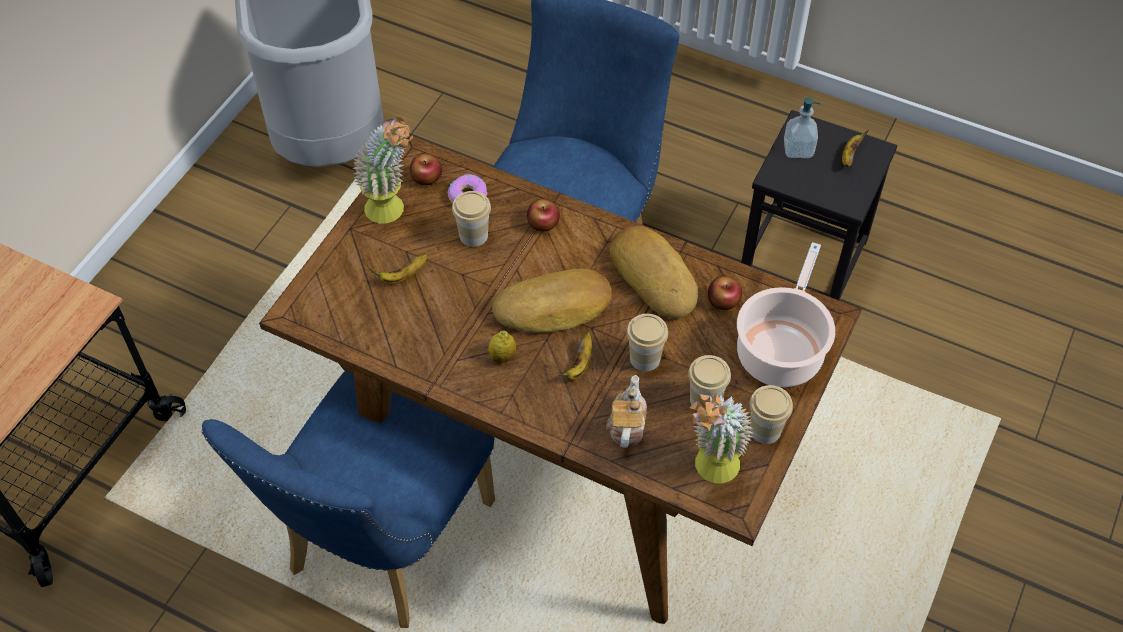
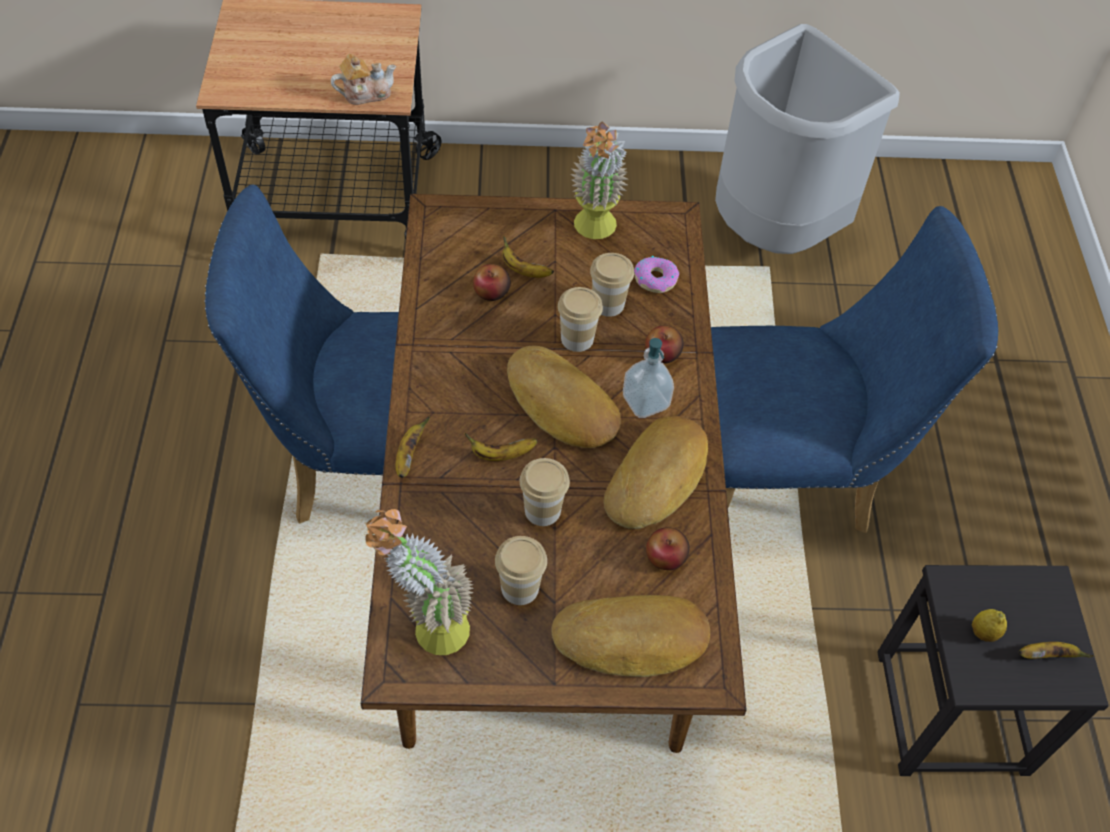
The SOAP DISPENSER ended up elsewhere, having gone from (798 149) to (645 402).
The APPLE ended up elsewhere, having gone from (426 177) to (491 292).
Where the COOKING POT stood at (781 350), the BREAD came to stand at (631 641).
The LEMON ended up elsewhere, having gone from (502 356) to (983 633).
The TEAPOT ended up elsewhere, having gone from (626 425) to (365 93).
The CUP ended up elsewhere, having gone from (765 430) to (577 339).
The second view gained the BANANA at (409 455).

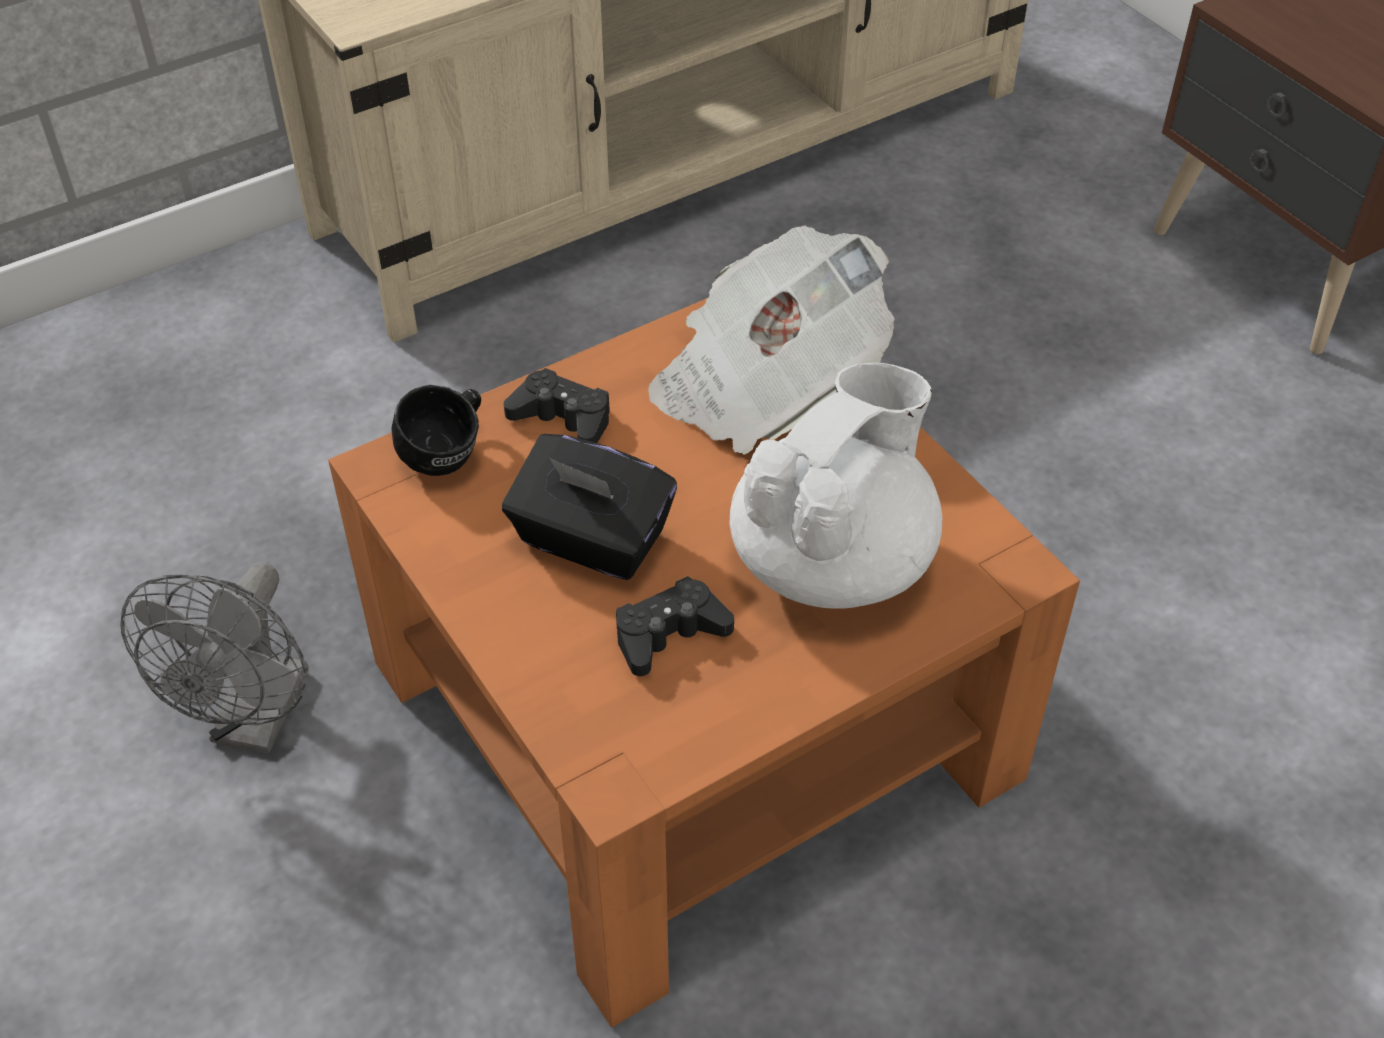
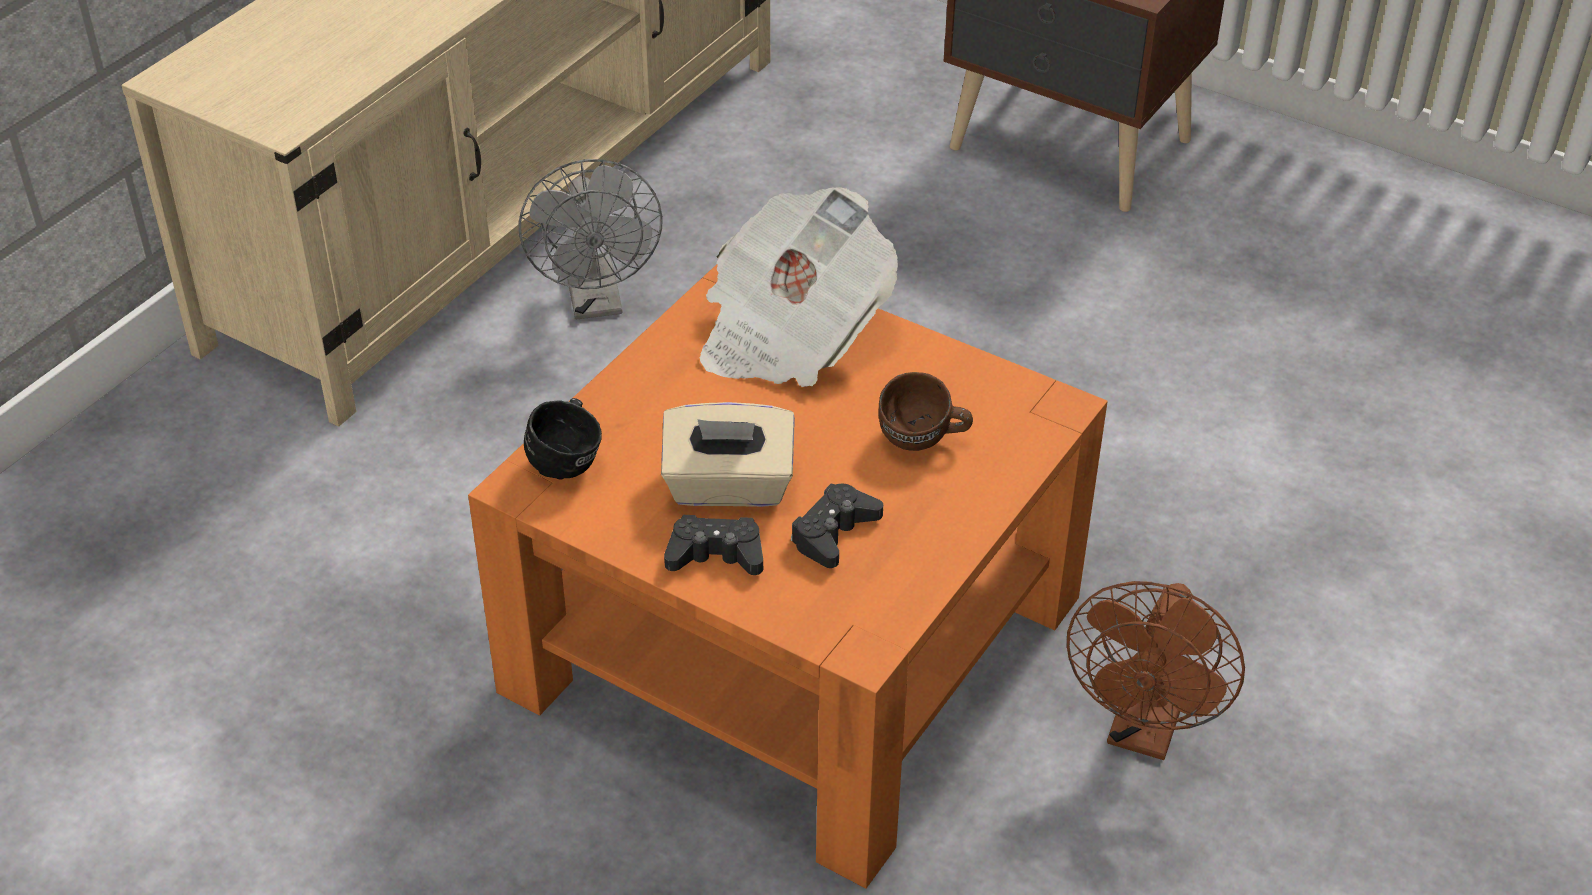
Where the WHITE TEAPOT stood at (833 560), the BROWN MUG came to stand at (923 442).
The BLACK GAME CONTROLLER ended up elsewhere, having gone from (563 418) to (716 555).
What was the BLACK TISSUE BOX at (591 540) turned into the BEIGE TISSUE BOX at (728 486).
The GREY FAN ended up elsewhere, having gone from (255 722) to (597 302).
The second view gained the BROWN FAN at (1144 731).

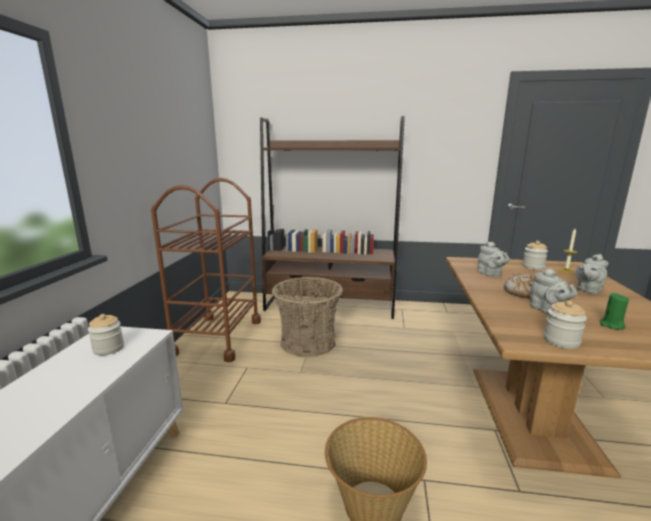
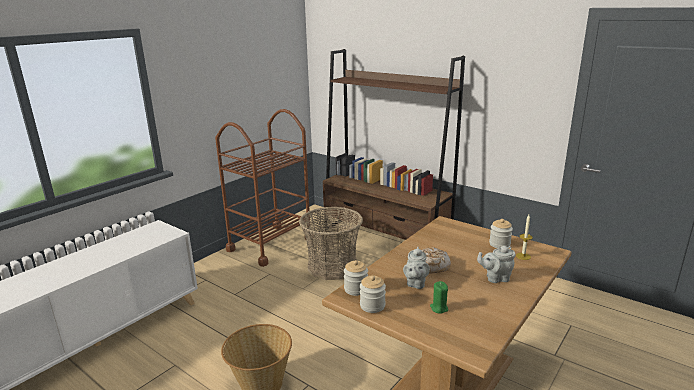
The second view lost the GREY TEAPOT at (490 274).
The JAR ended up elsewhere, having gone from (108 348) to (356 289).

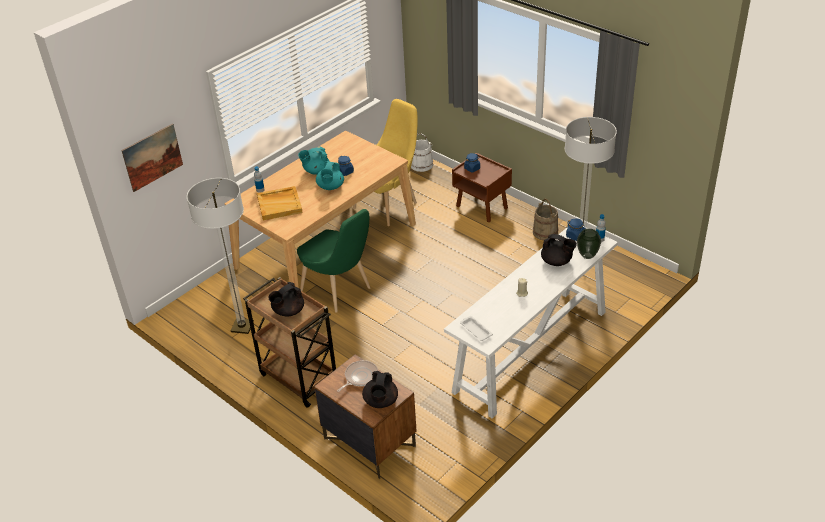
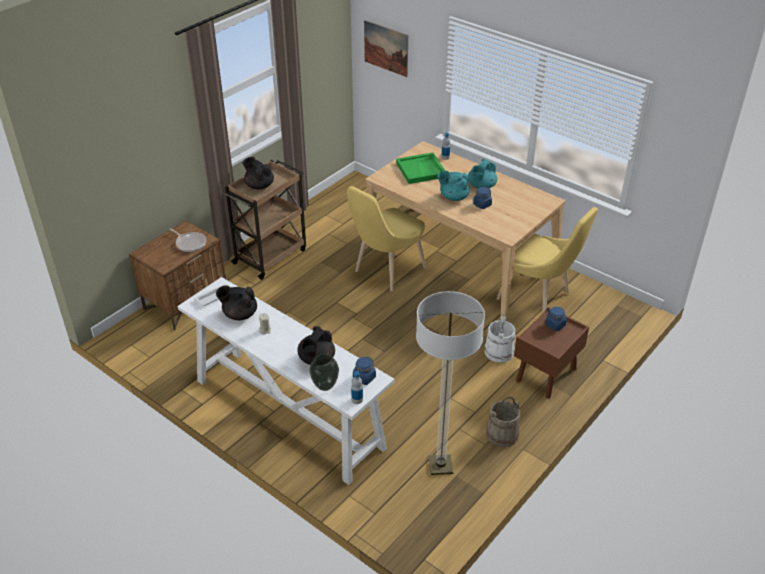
The WHITE BUCKET ended up elsewhere, having gone from (421 165) to (499 352).
The TURQUOISE TEAPOT at (316 171) ended up facing another way, 120 degrees counterclockwise from before.
The second view lost the FLOOR LAMP at (242 327).
What was the BEIGE TRAY at (280 204) turned into the GREEN TRAY at (421 170).
What was the GREEN CHAIR at (339 291) turned into the YELLOW CHAIR at (386 271).
The BLACK TEAPOT ended up elsewhere, having gone from (381 401) to (239 314).

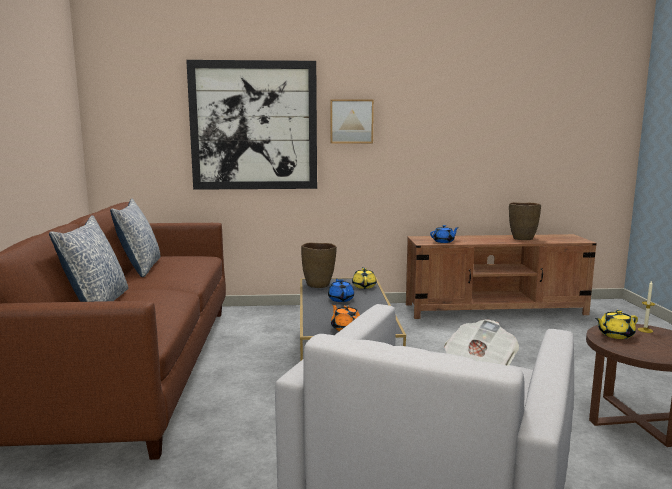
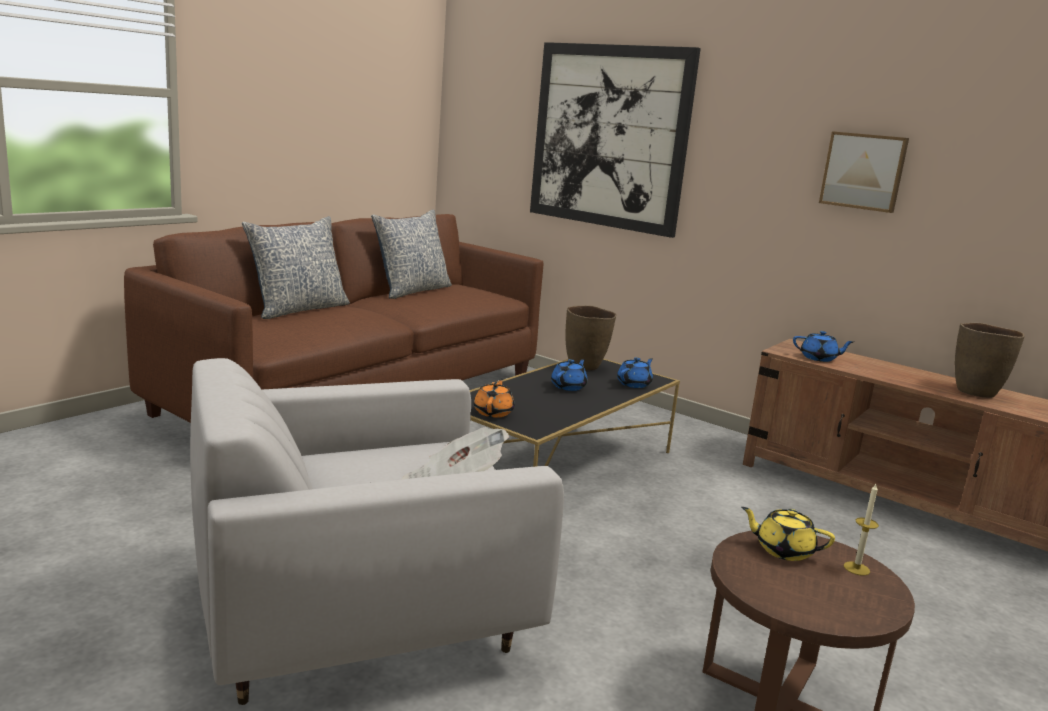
The PICTURE ended up elsewhere, having gone from (351 121) to (863 171).
What was the YELLOW TEAPOT at (364 286) turned into the BLUE TEAPOT at (634 384).

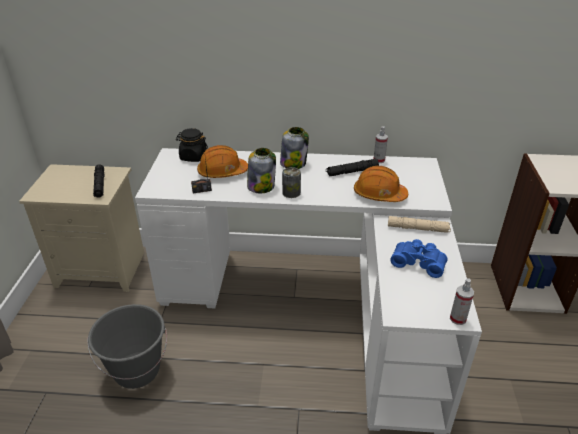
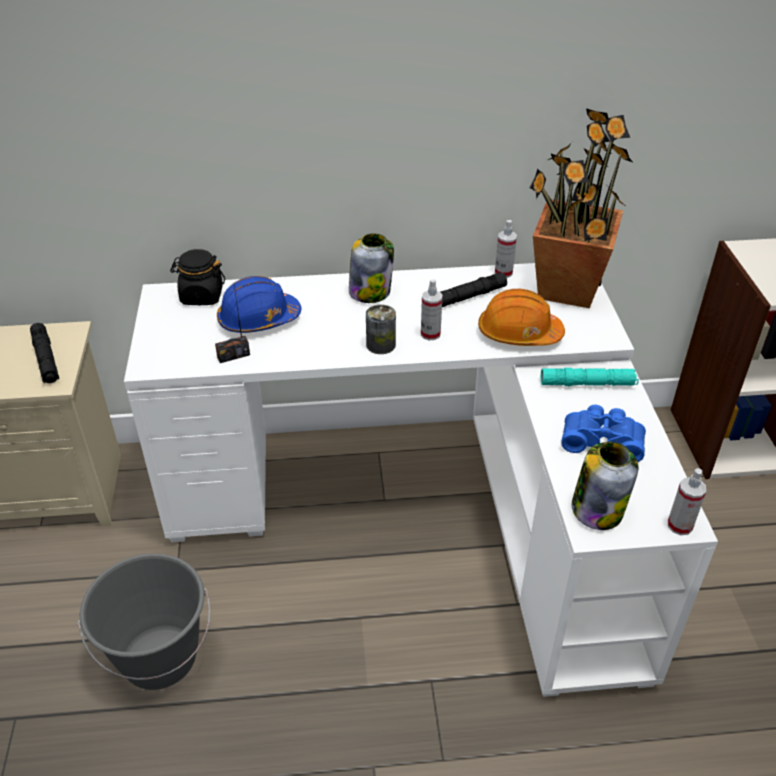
What was the ORANGE HARD HAT at (222 172) turned into the BLUE HARD HAT at (258 320).
The JAR ended up elsewhere, having gone from (261 186) to (597 509).
What was the BEIGE FLASHLIGHT at (418 228) turned into the TURQUOISE FLASHLIGHT at (587 383).
The second view gained the POTTED PLANT at (566 289).
The second view gained the SPRAY BOTTLE at (430 334).

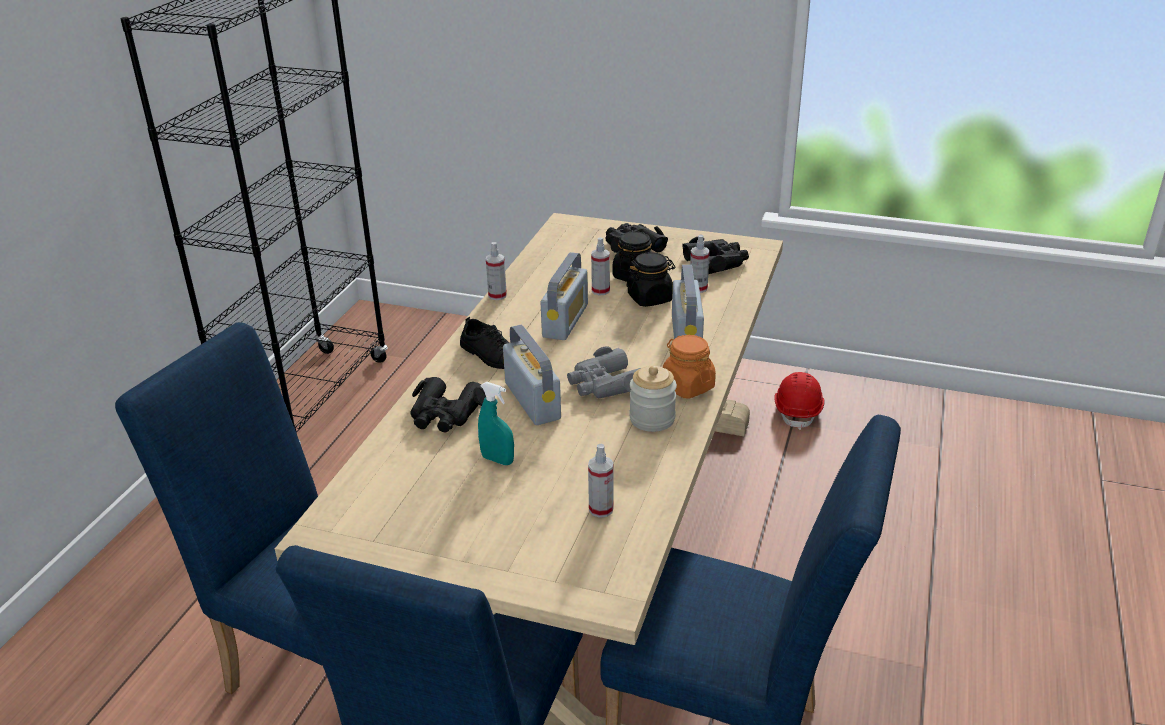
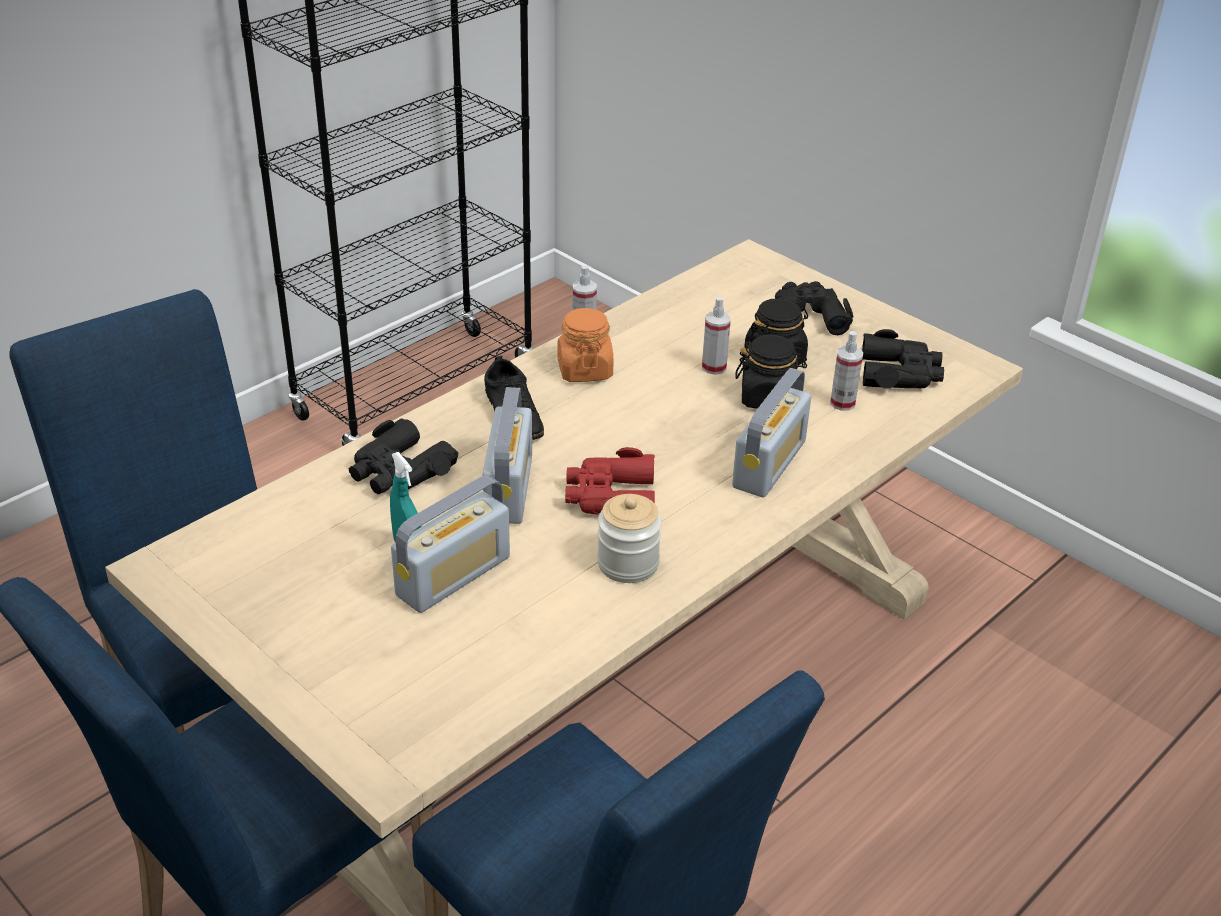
The RADIO ended up elsewhere, having gone from (565 321) to (453 576).
The ORANGE JAR ended up elsewhere, having gone from (687 386) to (584 370).
What was the GREY BINOCULARS at (605 384) turned into the RED BINOCULARS at (611 497).
The second view lost the RED HARD HAT at (798 410).
The second view lost the SPRAY BOTTLE at (601 509).

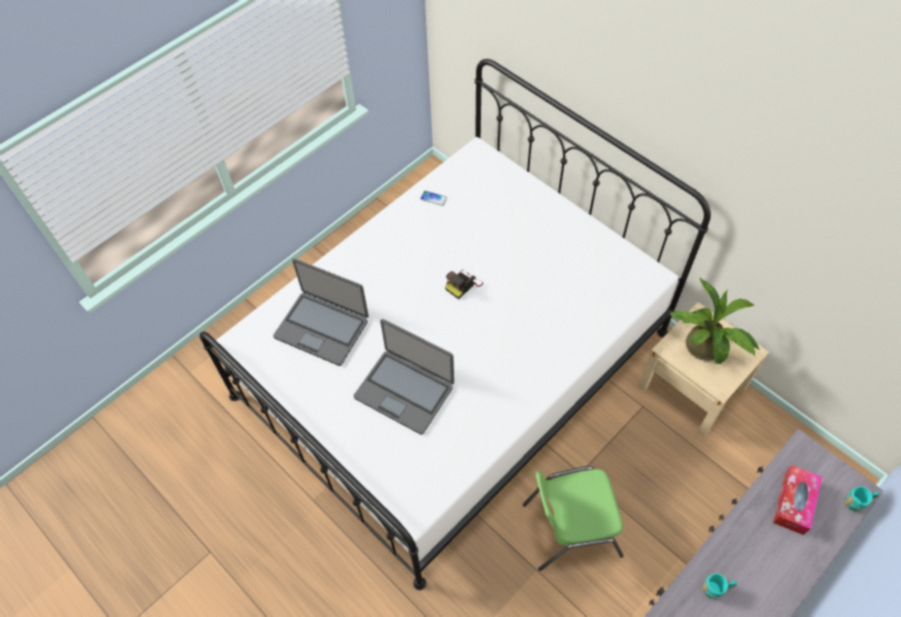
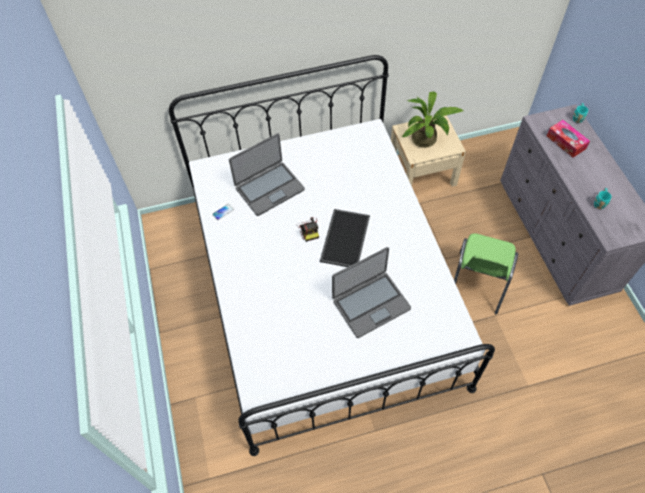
The LAPTOP ended up elsewhere, having gone from (322 328) to (269 188).
The second view gained the TRAY at (344 238).

